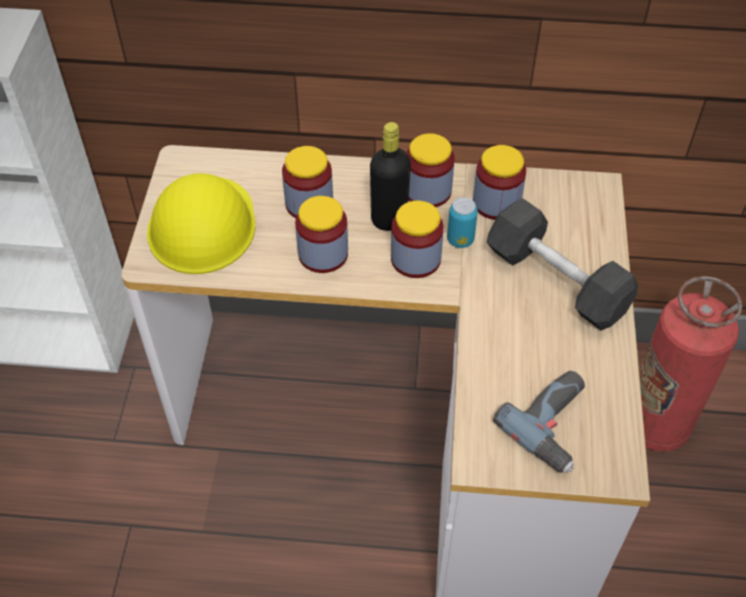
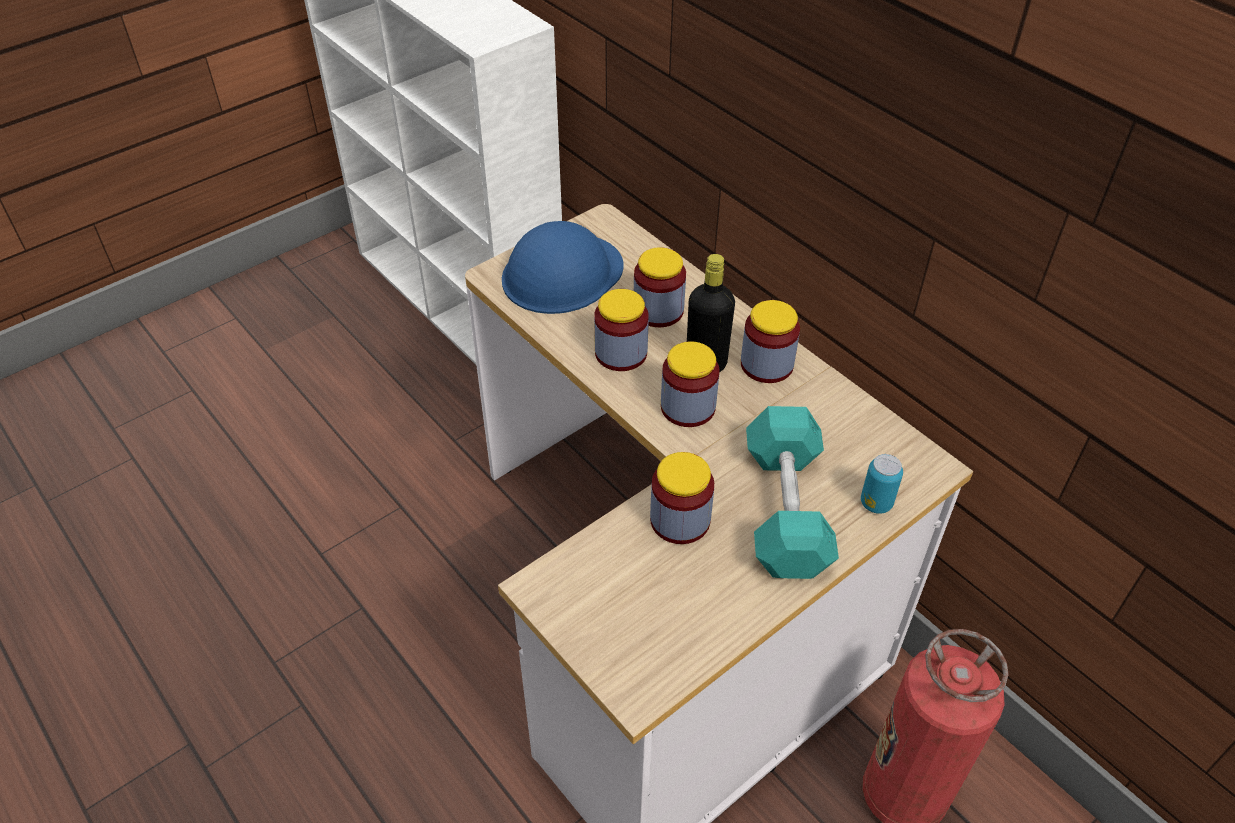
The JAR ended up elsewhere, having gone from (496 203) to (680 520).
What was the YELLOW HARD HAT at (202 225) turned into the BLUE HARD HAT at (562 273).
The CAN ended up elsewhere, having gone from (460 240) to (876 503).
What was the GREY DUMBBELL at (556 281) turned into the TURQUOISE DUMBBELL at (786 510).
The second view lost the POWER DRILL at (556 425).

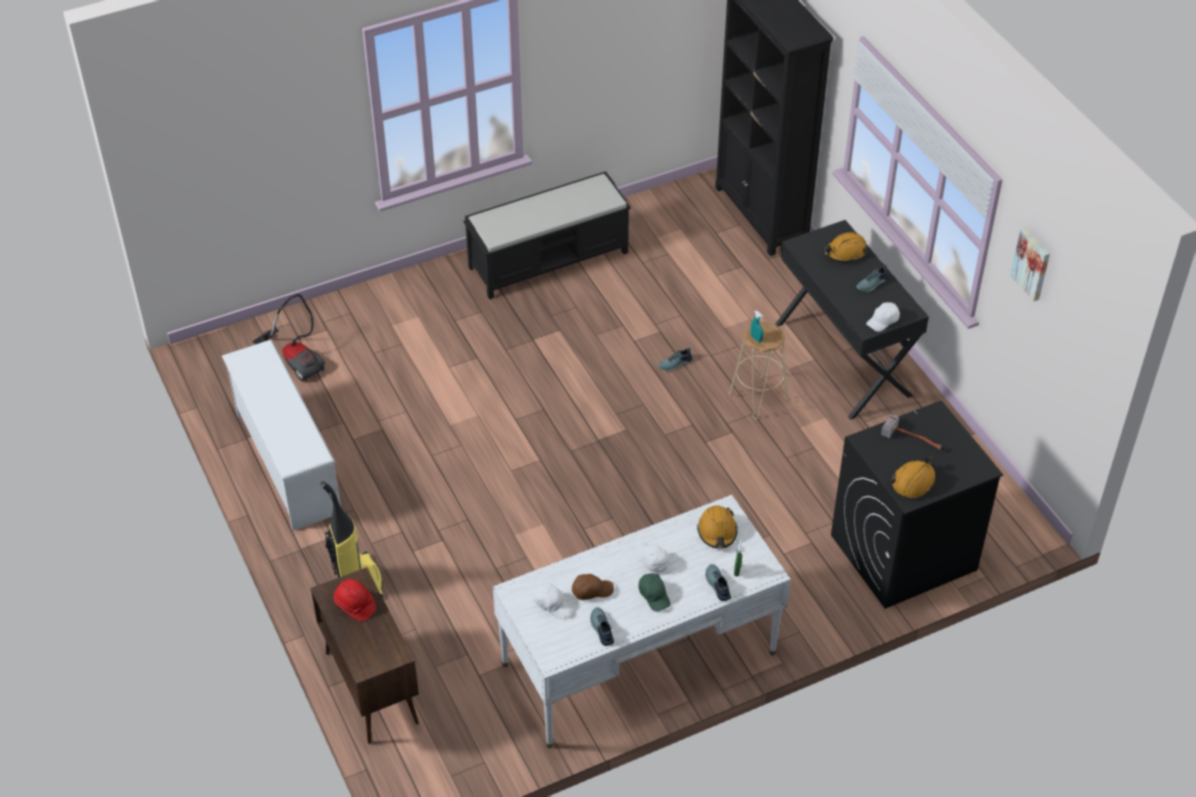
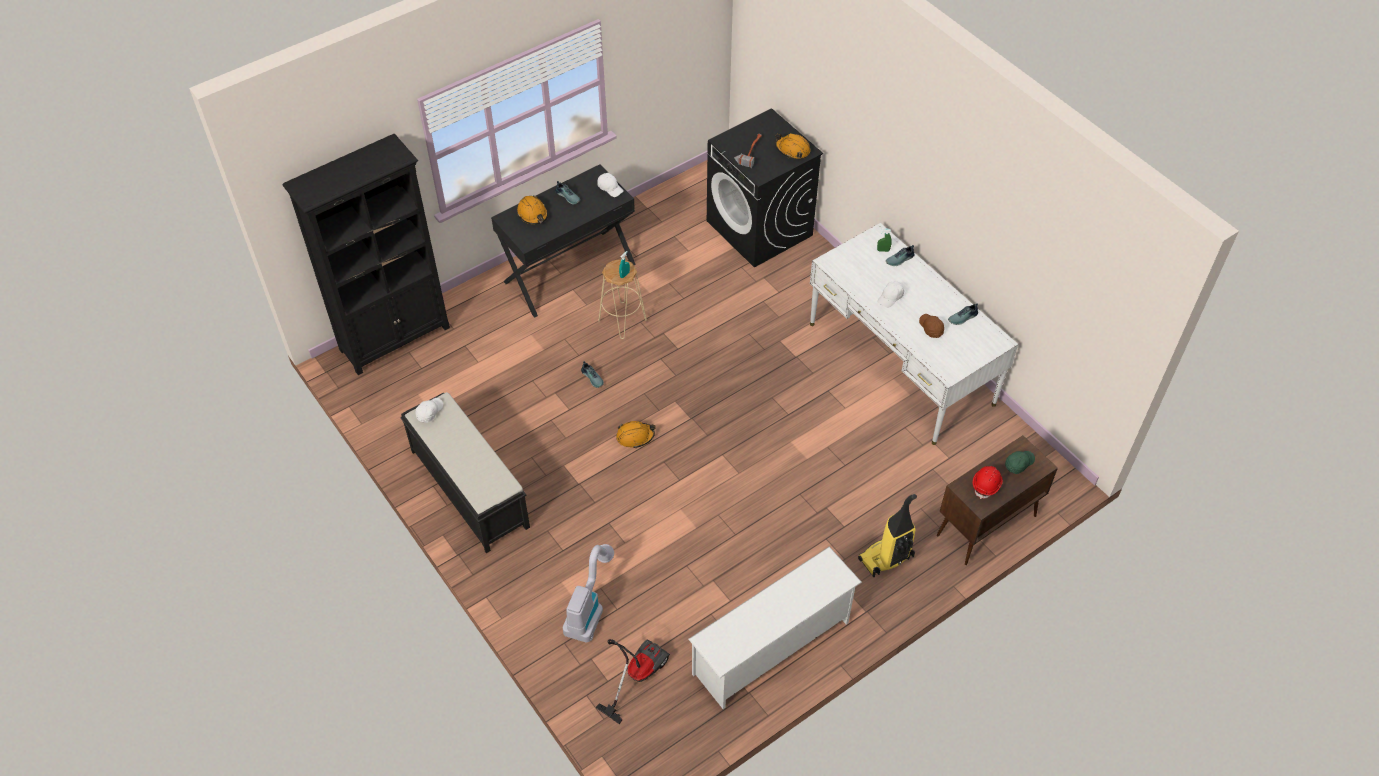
The second view lost the PICTURE at (1032 264).
The ORANGE HARD HAT ended up elsewhere, having gone from (717 531) to (635 436).
The GREEN CAP ended up elsewhere, having gone from (654 595) to (1018 463).
The WHITE CAP ended up elsewhere, having gone from (552 604) to (429 412).
The second view gained the VACUUM CLEANER at (589 607).

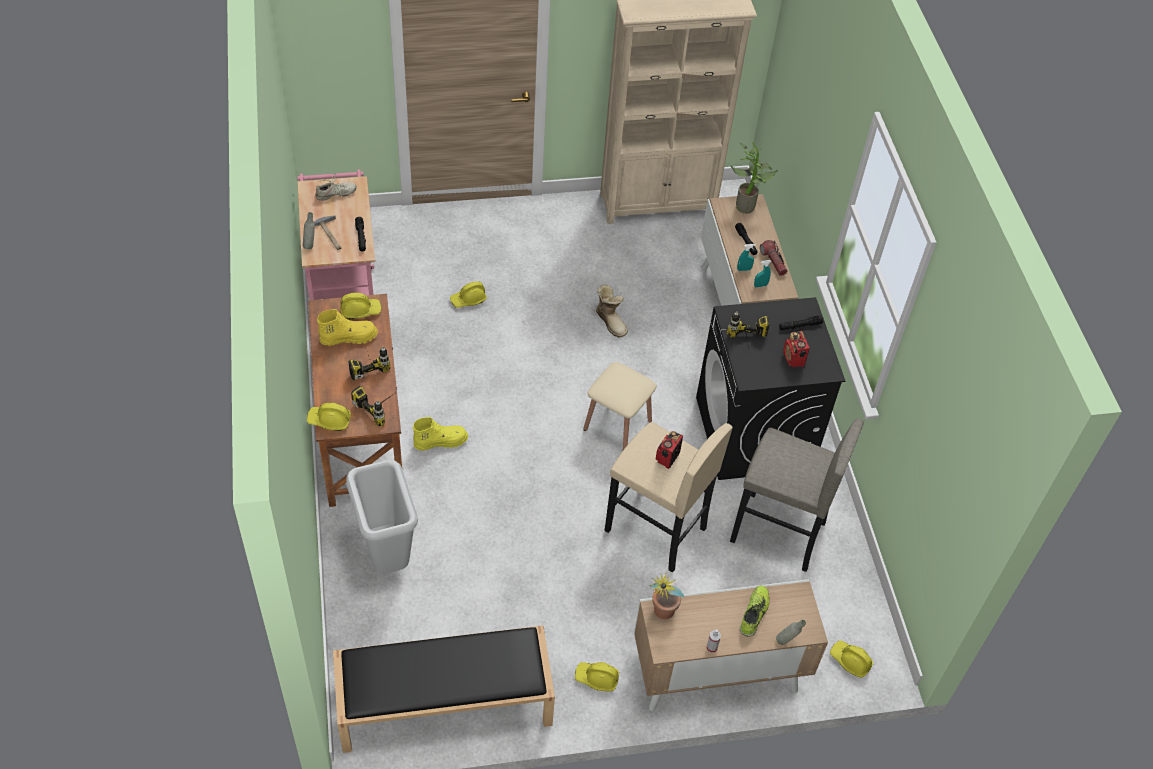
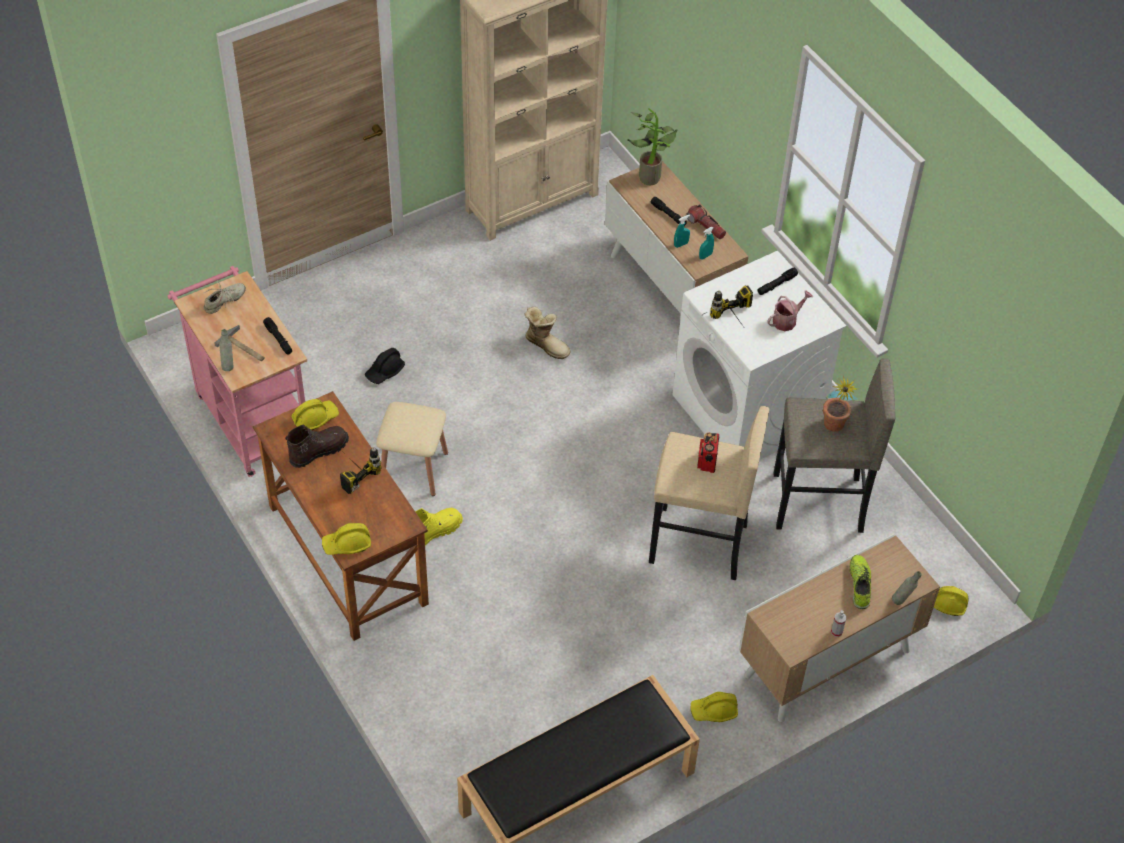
What was the YELLOW HARD HAT at (468 300) turned into the BLACK HARD HAT at (385 371).
What was the BLACK WASHING MACHINE at (754 434) turned into the WHITE WASHING MACHINE at (747 412).
What was the YELLOW BOOT at (348 337) turned into the BROWN BOOT at (318 451).
Where the RADIO stood at (793 359), the WATERING CAN came to stand at (787 320).
The BEIGE STOOL ended up elsewhere, having gone from (617 425) to (414 469).
The second view lost the POWER DRILL at (381 406).
The second view lost the GREY TRASH CAN at (386 557).
The POTTED PLANT ended up elsewhere, having gone from (661 615) to (833 428).

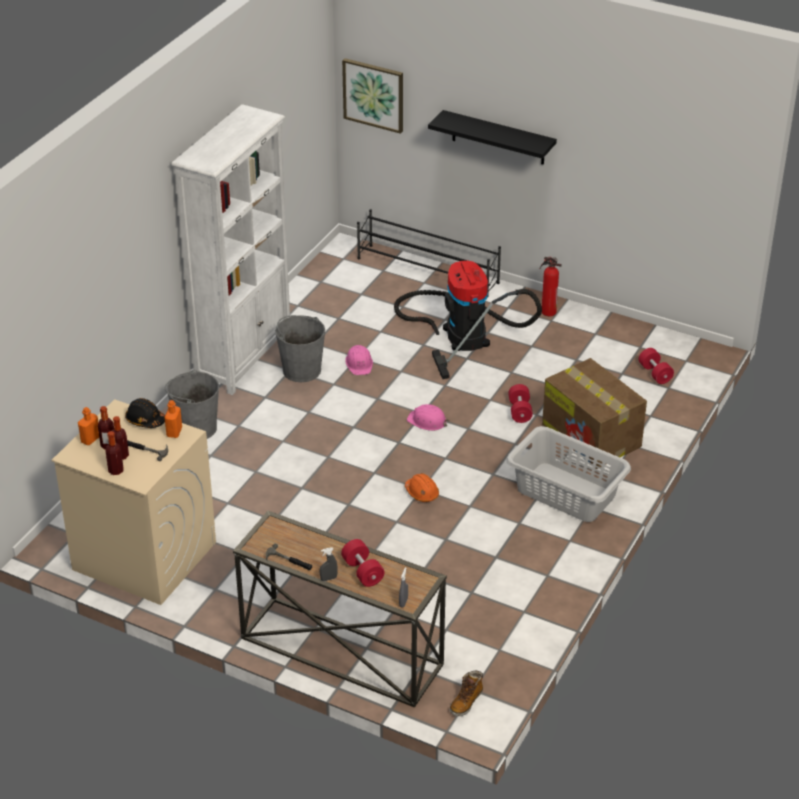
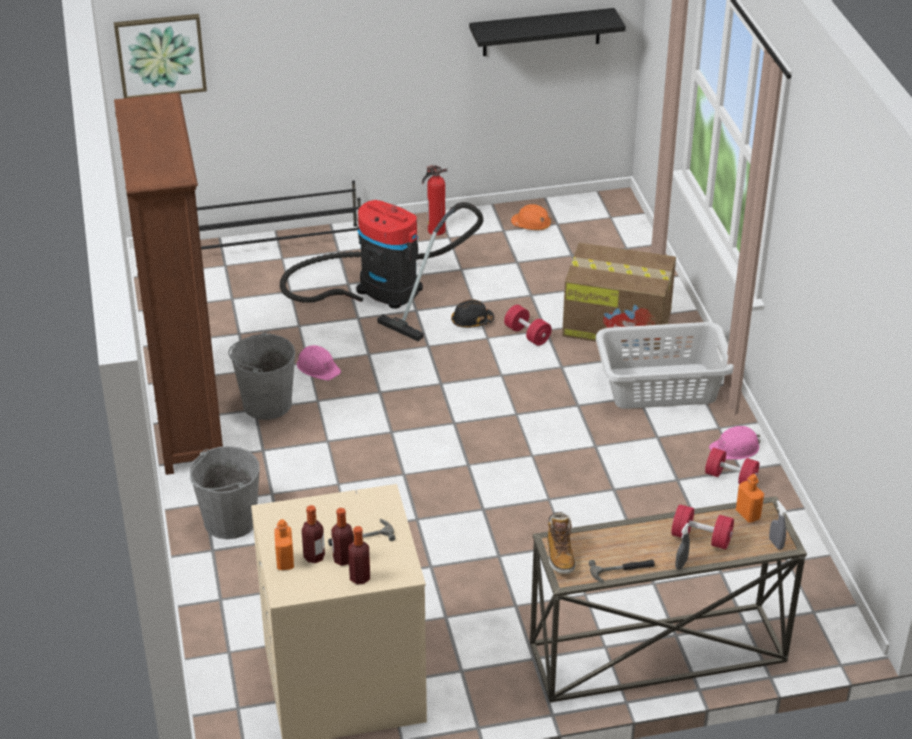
What was the WHITE BOOKCASE at (244 356) turned into the BROWN BOOKCASE at (187 421).
The BLACK SHELF ended up elsewhere, having gone from (498 138) to (541 32).
The RED DUMBBELL ended up elsewhere, having gone from (655 373) to (731 477).
The BLACK HARD HAT ended up elsewhere, having gone from (145 420) to (471 321).
The ORANGE BOTTLE ended up elsewhere, having gone from (174 432) to (748 514).
The PINK HARD HAT ended up elsewhere, having gone from (427 421) to (735 448).
The ORANGE HARD HAT ended up elsewhere, having gone from (422 493) to (531 225).
The BOOT ended up elsewhere, having gone from (466 702) to (560 555).

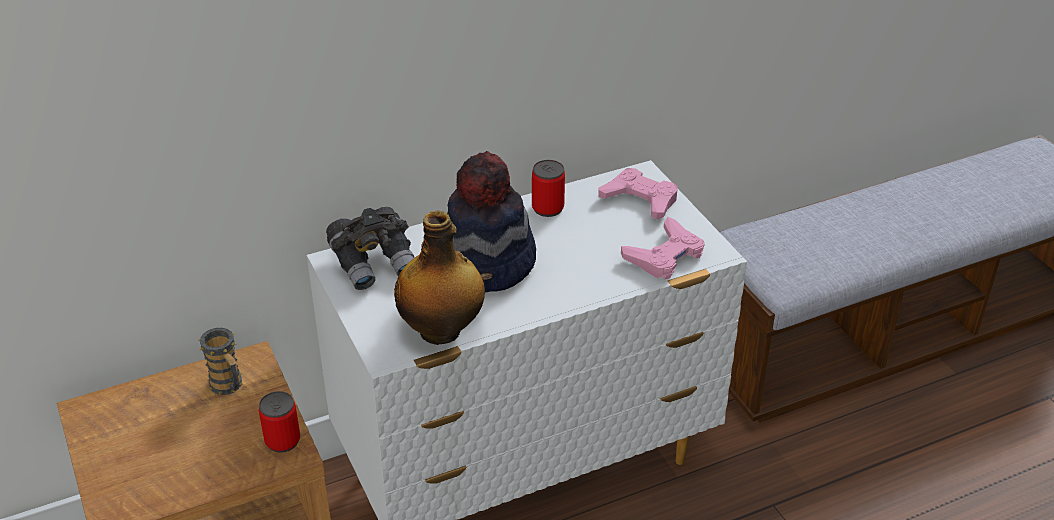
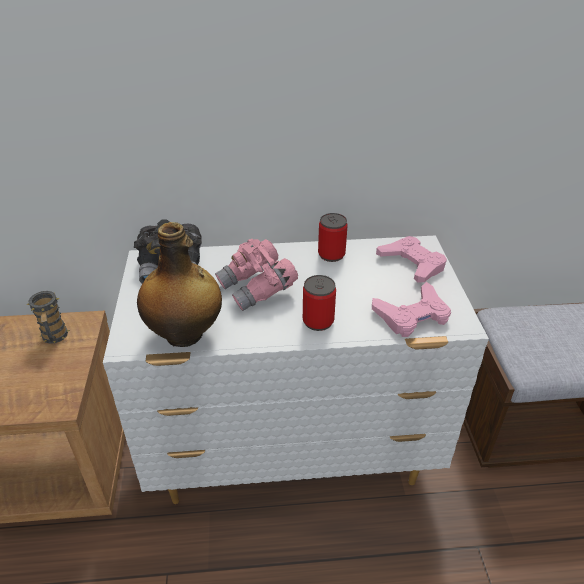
Where the HAT stood at (488 265), the PINK BINOCULARS came to stand at (257 289).
The CAN ended up elsewhere, having gone from (282 440) to (318 321).

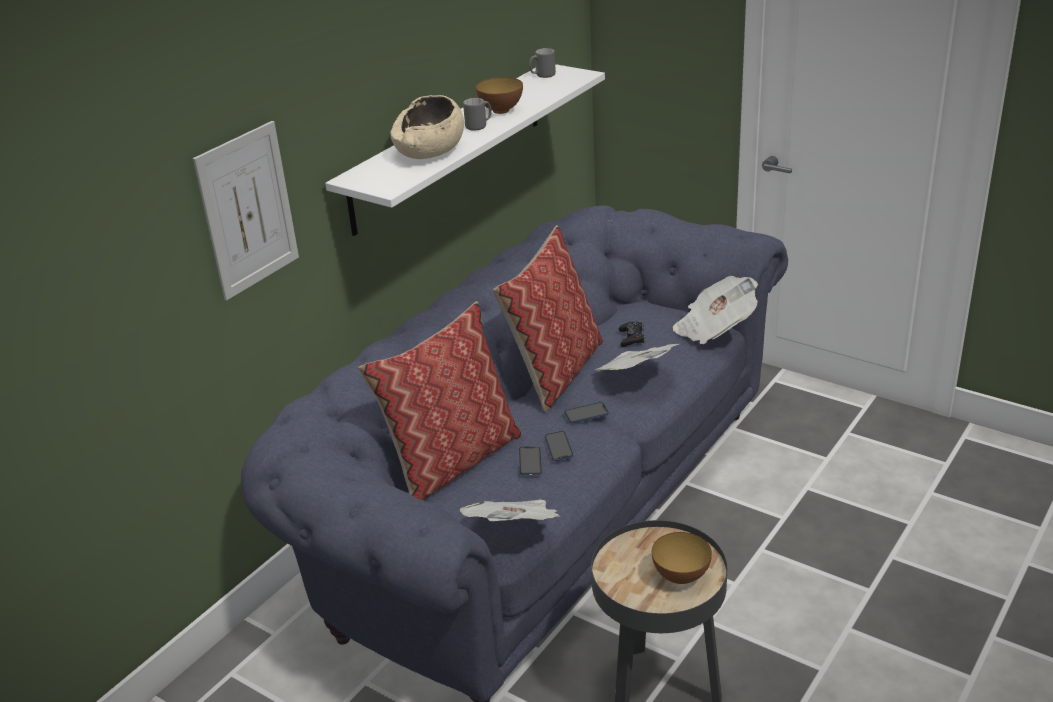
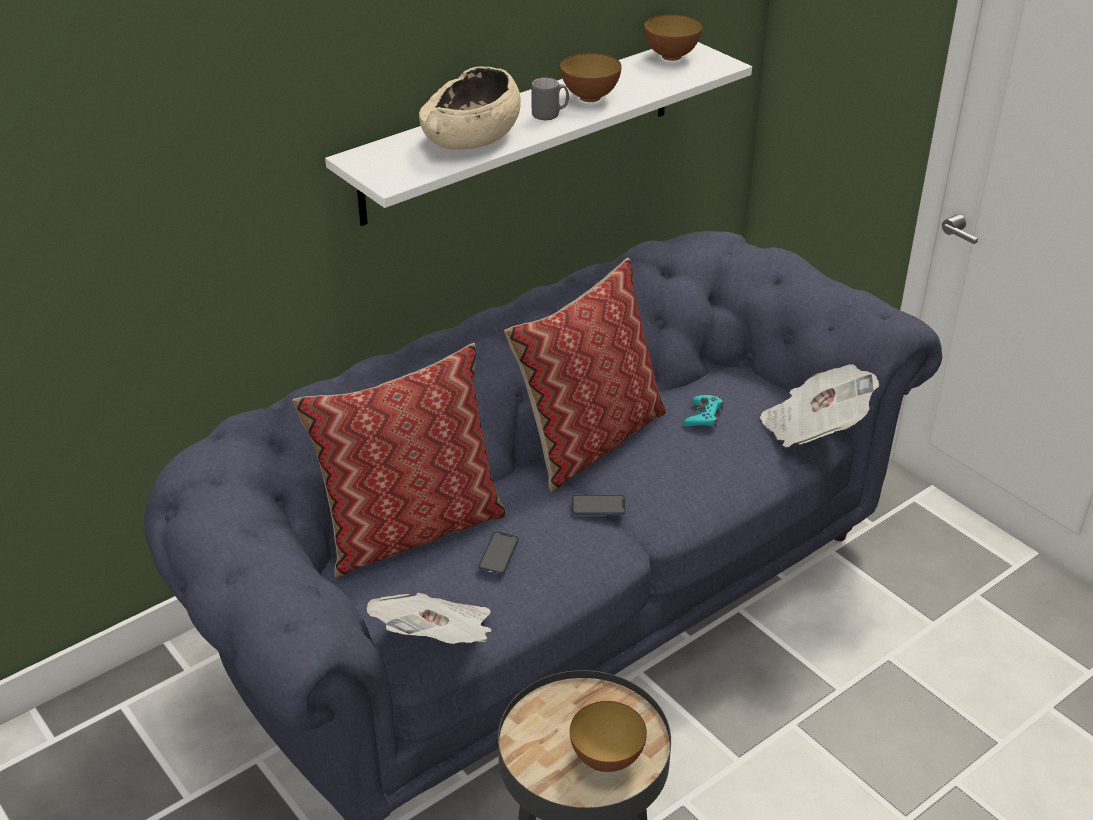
Where the GREY MUG stood at (542 76), the BOWL came to stand at (671 56).
The second view lost the PICTURE at (248 210).
What was the BLACK GAME CONTROLLER at (632 338) turned into the TURQUOISE GAME CONTROLLER at (703 416).
The second view lost the NEWSPAPER at (636 376).
The second view lost the PHONE at (558 447).

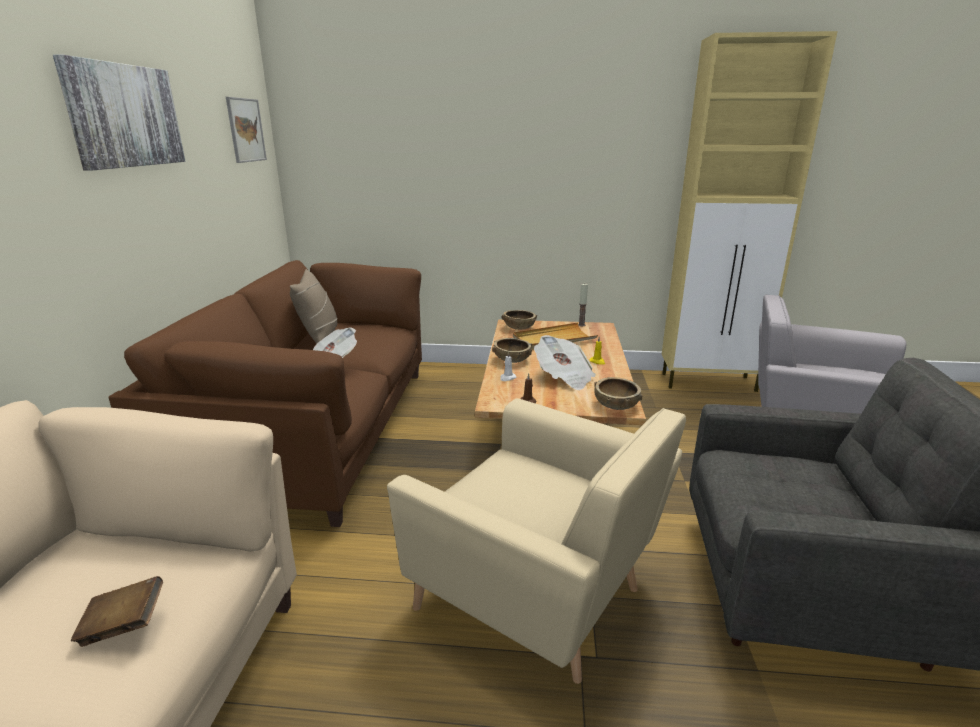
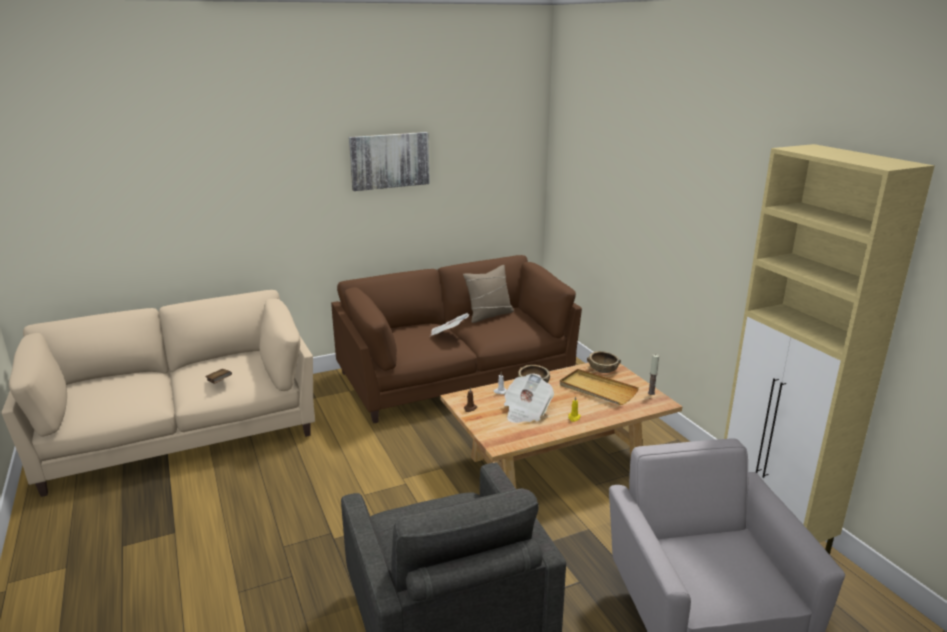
The second view lost the PICTURE at (246 130).
The second view lost the BROWN BOWL at (616 405).
The second view lost the BEIGE ARMCHAIR at (538 595).

